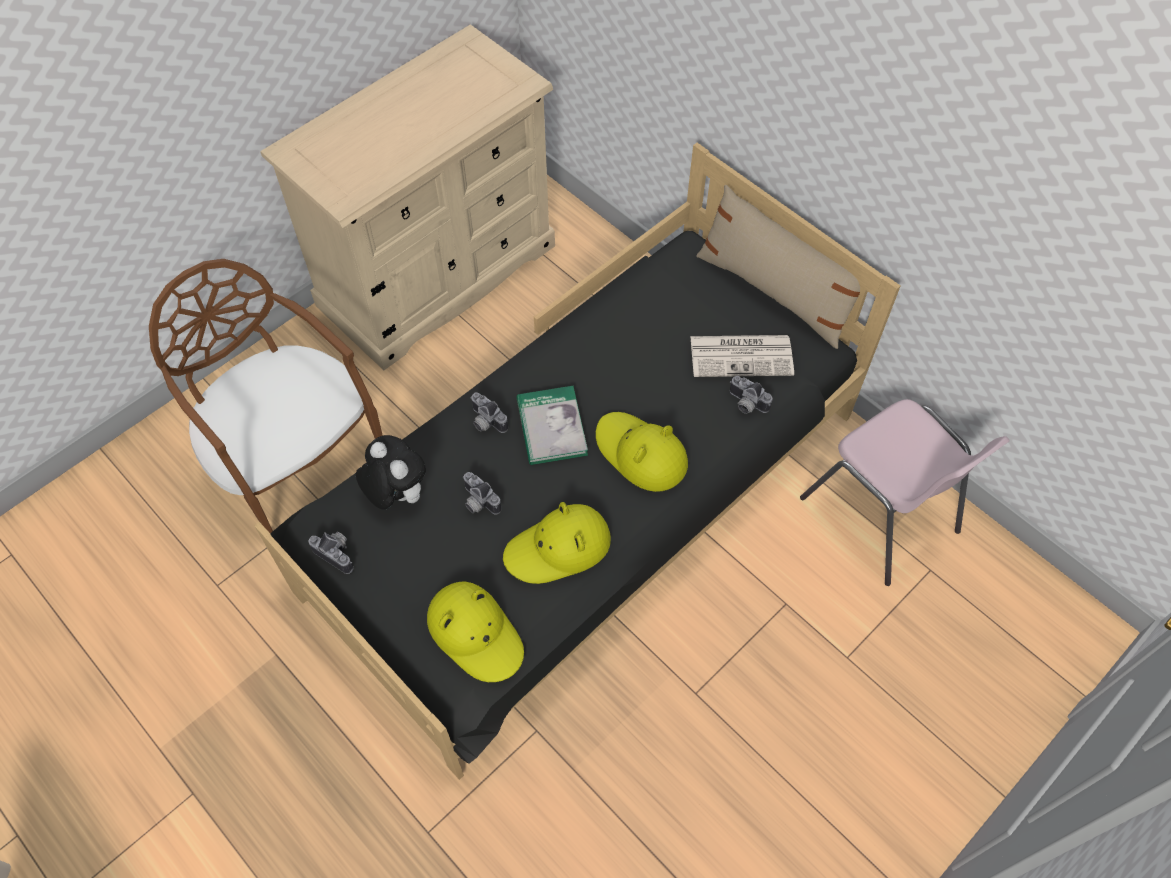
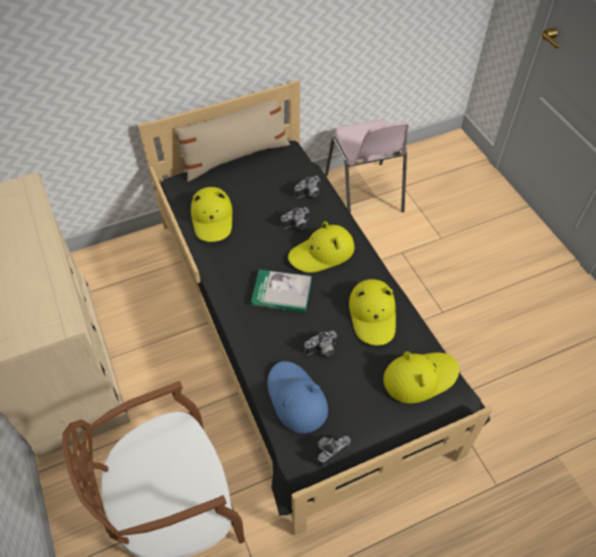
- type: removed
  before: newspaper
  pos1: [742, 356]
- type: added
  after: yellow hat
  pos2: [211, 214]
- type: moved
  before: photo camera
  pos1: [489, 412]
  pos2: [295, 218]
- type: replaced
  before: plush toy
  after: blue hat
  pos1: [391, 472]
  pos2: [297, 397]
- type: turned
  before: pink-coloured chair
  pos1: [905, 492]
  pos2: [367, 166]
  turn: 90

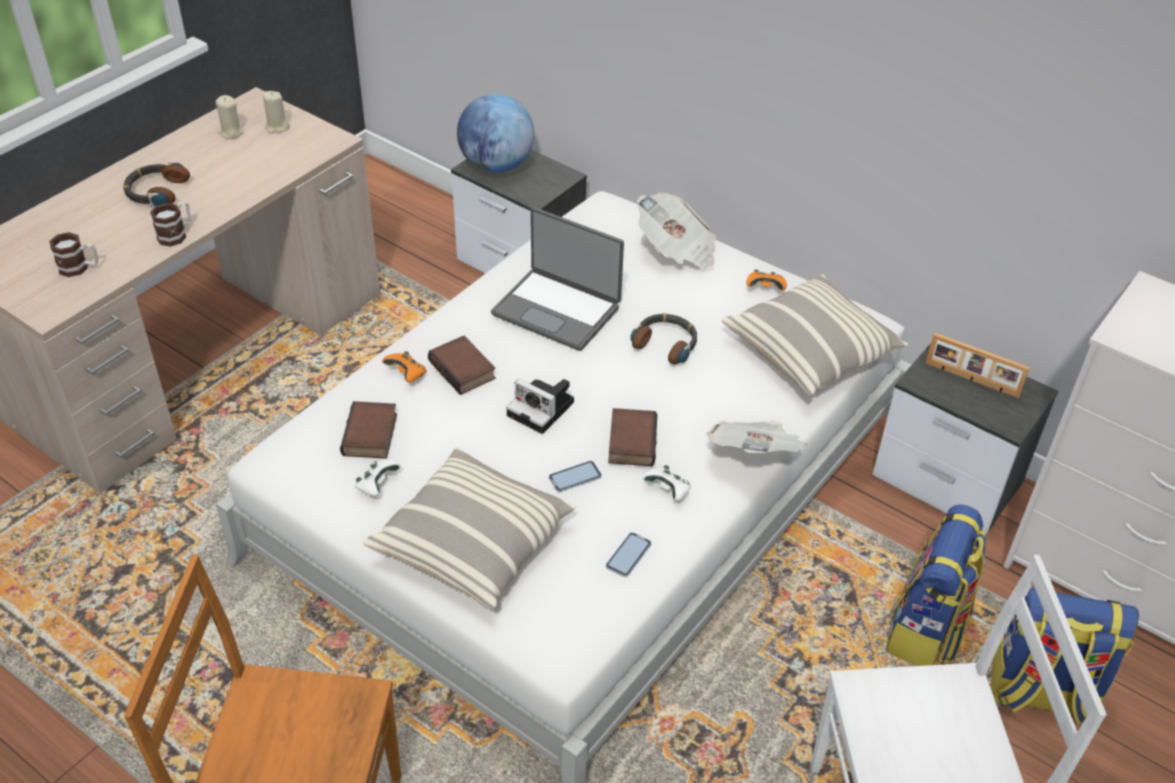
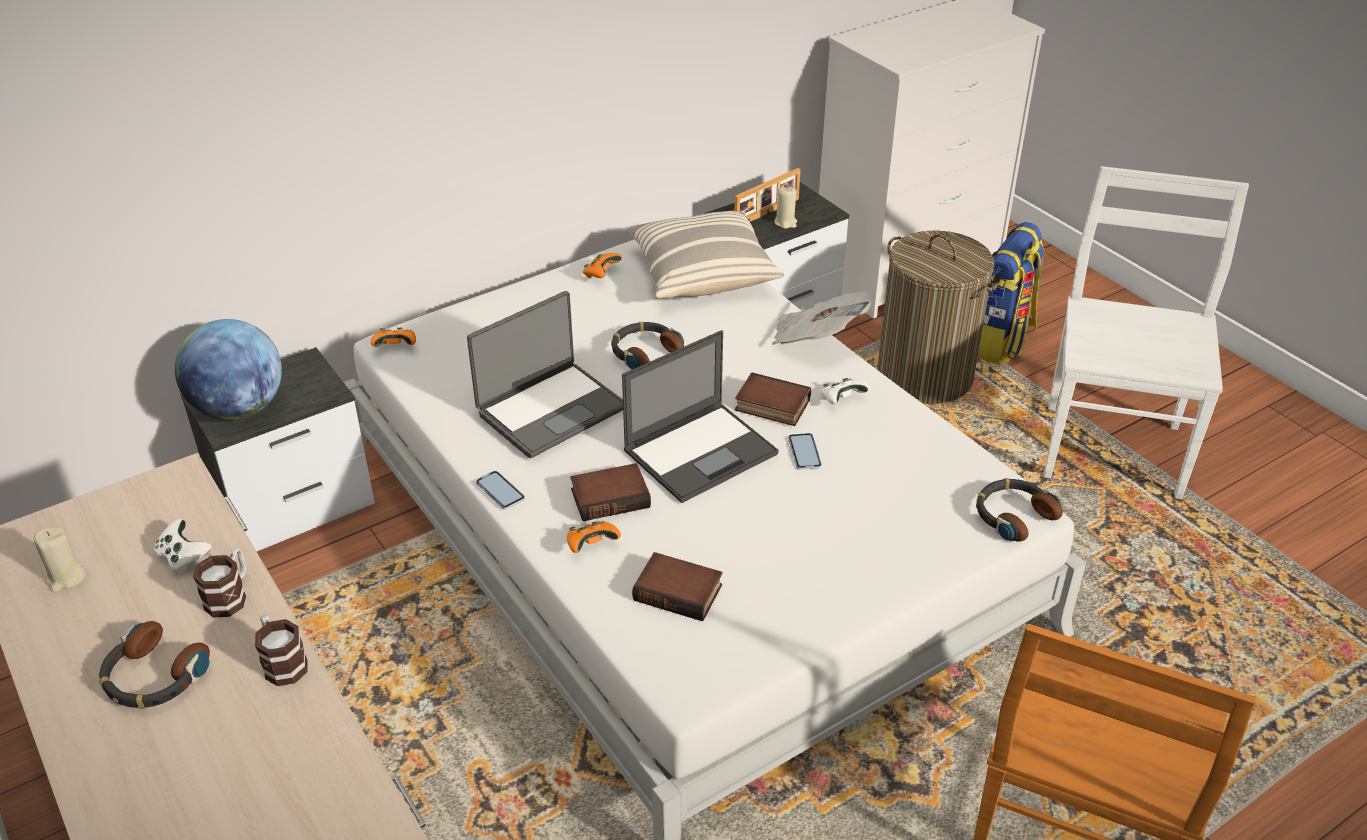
- type: removed
  before: throw pillow
  pos1: [469, 528]
- type: removed
  before: newspaper
  pos1: [676, 232]
- type: added
  after: orange joypad
  pos2: [393, 337]
- type: added
  after: headset
  pos2: [1019, 510]
- type: moved
  before: mug
  pos1: [73, 254]
  pos2: [219, 583]
- type: moved
  before: beige wax candle
  pos1: [276, 112]
  pos2: [785, 207]
- type: moved
  before: white-coloured joypad
  pos1: [377, 478]
  pos2: [182, 546]
- type: moved
  before: handset
  pos1: [628, 554]
  pos2: [500, 490]
- type: replaced
  before: photo camera
  after: notebook computer
  pos1: [540, 406]
  pos2: [700, 416]
- type: replaced
  before: backpack
  after: hamper
  pos1: [936, 585]
  pos2: [937, 317]

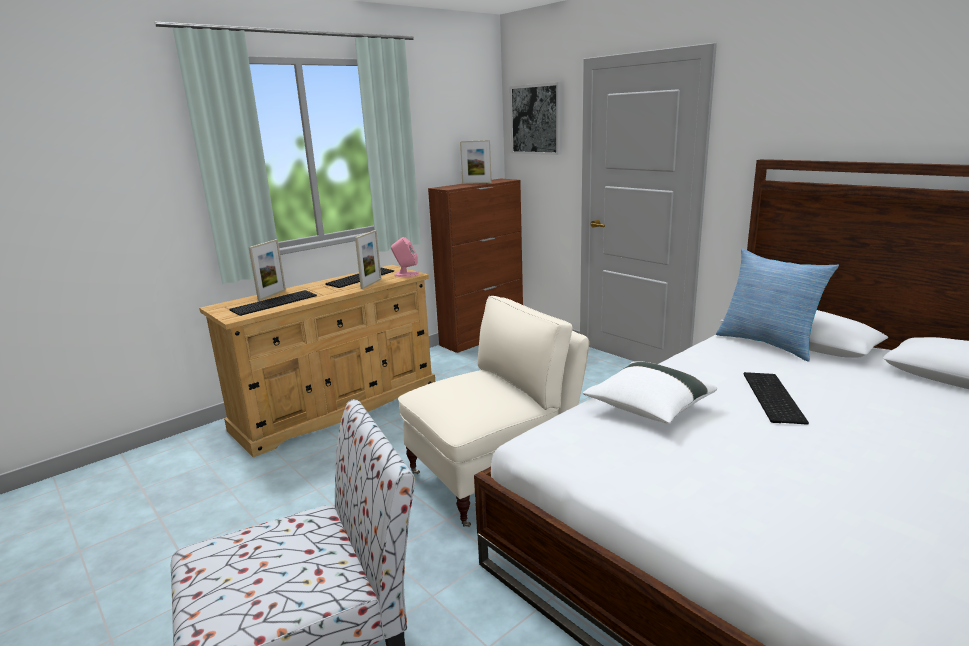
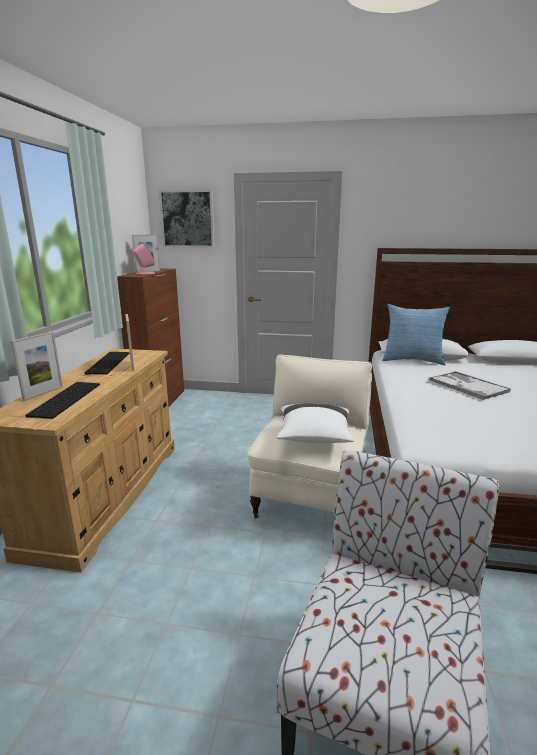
- type: moved
  before: pink-coloured speaker
  pos1: [405, 257]
  pos2: [144, 259]
- type: moved
  before: white-coloured throw pillow
  pos1: [650, 392]
  pos2: [315, 423]
- type: replaced
  before: keyboard
  after: carrying tray
  pos1: [776, 398]
  pos2: [470, 385]
- type: turned
  before: standing frame
  pos1: [267, 270]
  pos2: [37, 366]
  turn: 45

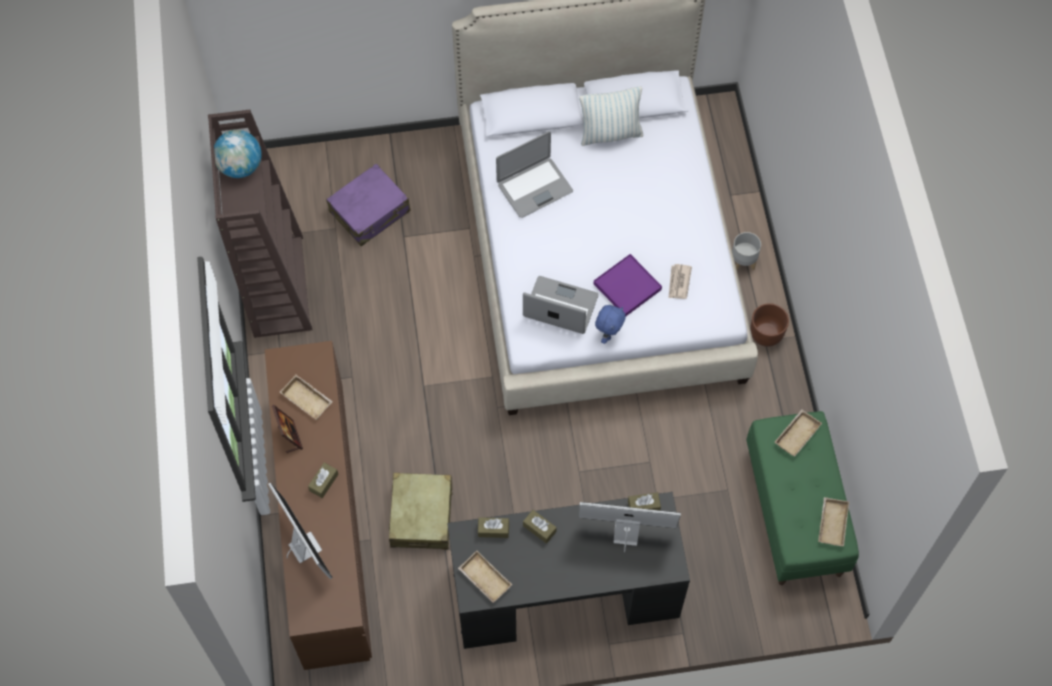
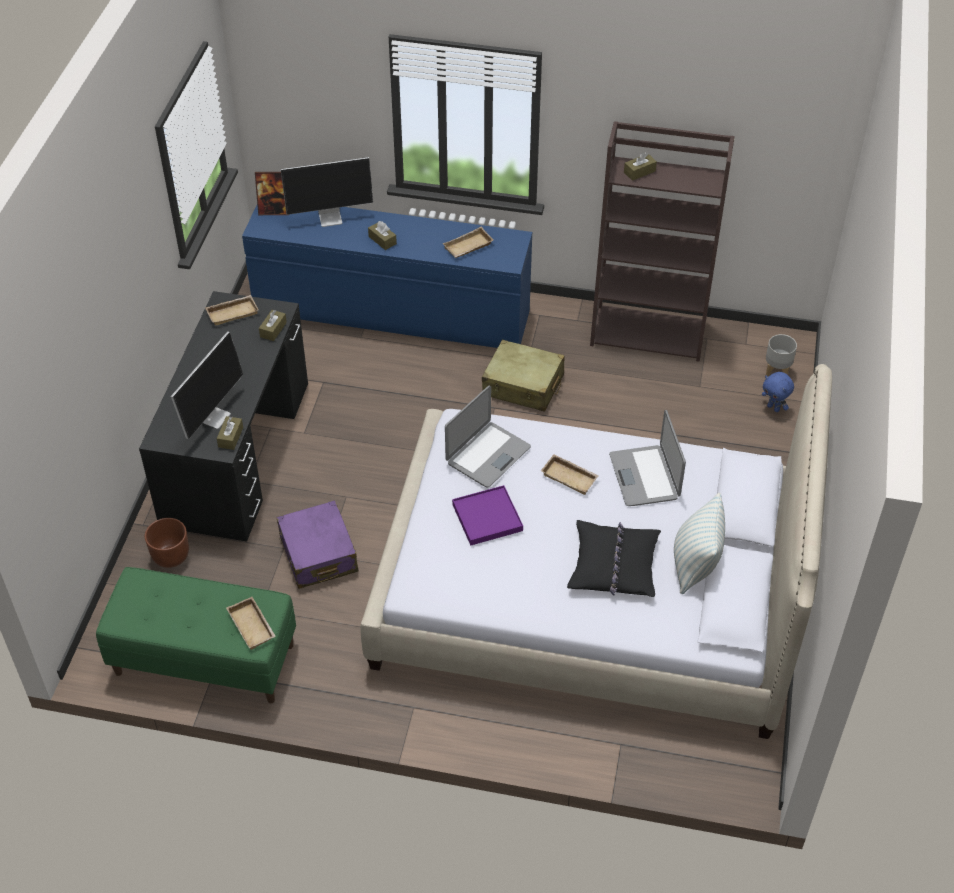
- type: removed
  before: globe
  pos1: [238, 154]
- type: removed
  before: newspaper
  pos1: [680, 281]
- type: added
  after: black-coloured throw pillow
  pos2: [614, 558]
- type: moved
  before: standing frame
  pos1: [287, 429]
  pos2: [271, 193]
- type: moved
  before: purple travel case
  pos1: [368, 205]
  pos2: [317, 544]
- type: moved
  before: beige travel case
  pos1: [421, 511]
  pos2: [523, 376]
- type: moved
  before: brownish box of tissues
  pos1: [540, 526]
  pos2: [640, 166]
- type: moved
  before: blue plush toy
  pos1: [610, 324]
  pos2: [778, 392]
- type: moved
  before: gray plant pot
  pos1: [746, 251]
  pos2: [781, 355]
- type: moved
  before: brownish plant pot
  pos1: [769, 325]
  pos2: [167, 543]
- type: moved
  before: beige carrying tray
  pos1: [833, 521]
  pos2: [570, 474]
- type: recoloured
  before: brownish dresser
  after: blue dresser
  pos1: [318, 505]
  pos2: [387, 276]

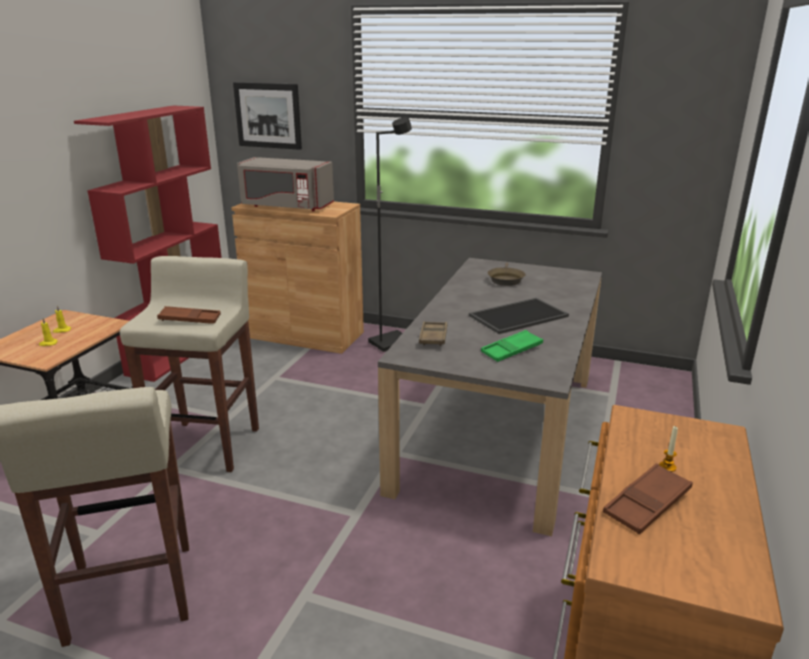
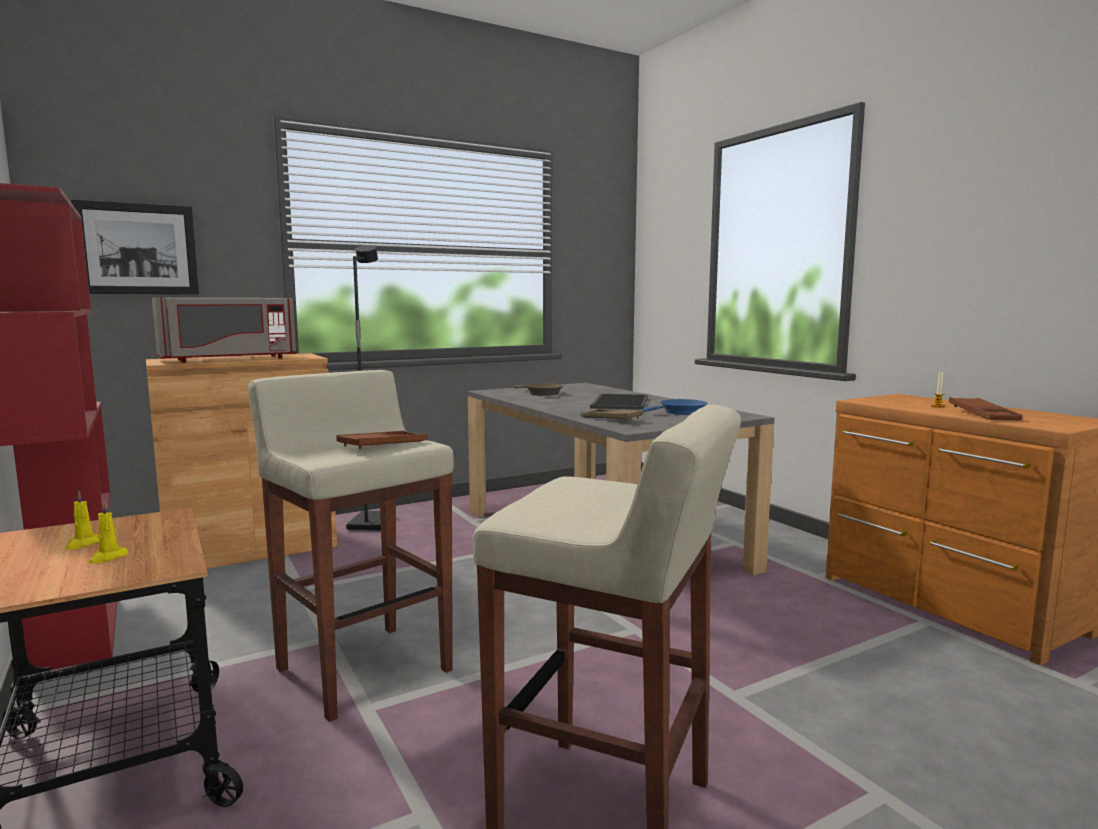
- type: replaced
  before: green-coloured carrying tray
  after: blue frying pan
  pos1: [512, 346]
  pos2: [673, 407]

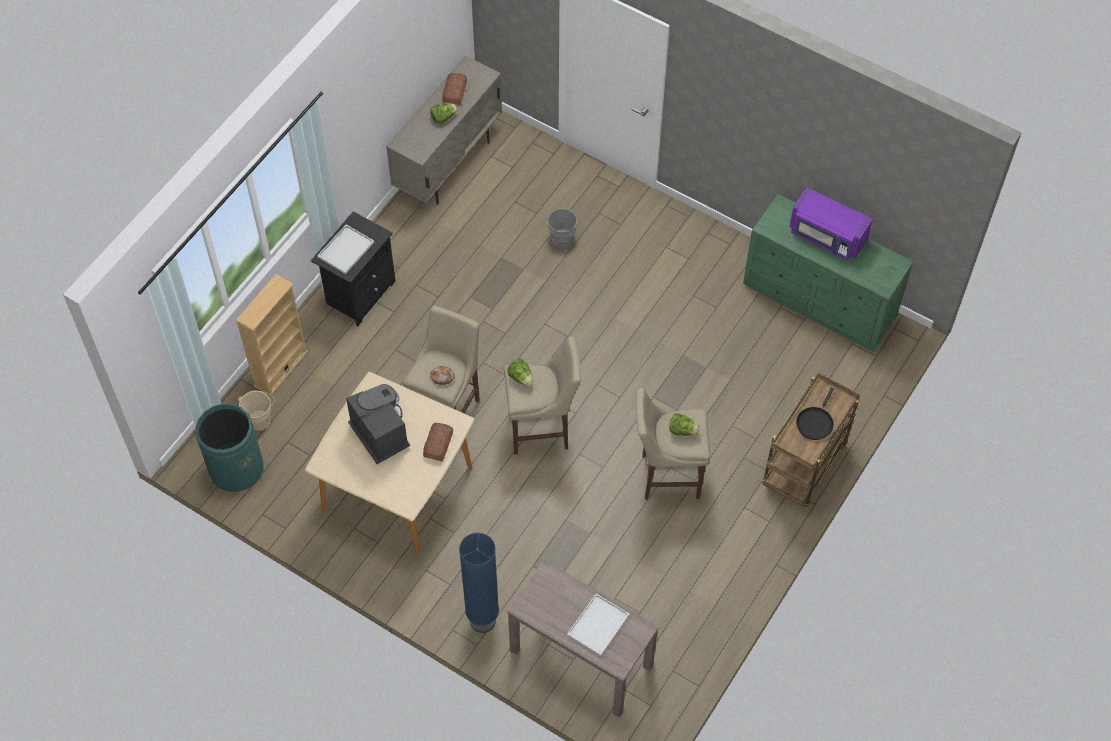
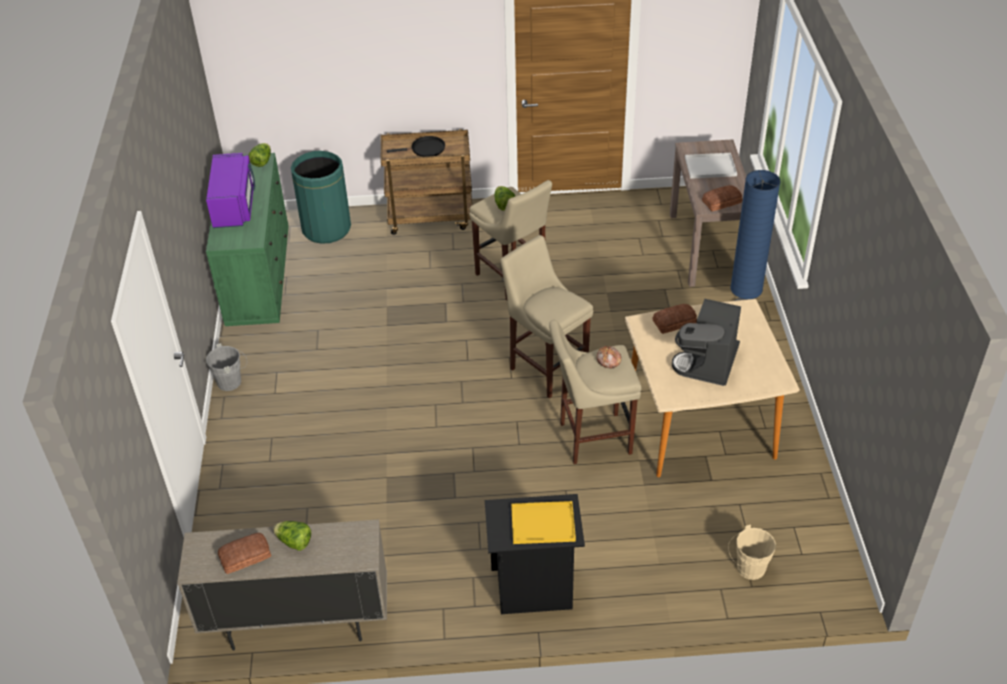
- type: removed
  before: beige bookshelf
  pos1: [271, 335]
- type: added
  after: baked bread
  pos2: [722, 198]
- type: moved
  before: green-coloured waste bin
  pos1: [229, 448]
  pos2: [321, 197]
- type: moved
  before: lettuce head
  pos1: [520, 372]
  pos2: [259, 155]
- type: moved
  before: gray pail
  pos1: [562, 227]
  pos2: [226, 367]
- type: recoloured
  before: white-coloured carrying tray
  after: yellow carrying tray
  pos1: [345, 249]
  pos2: [543, 522]

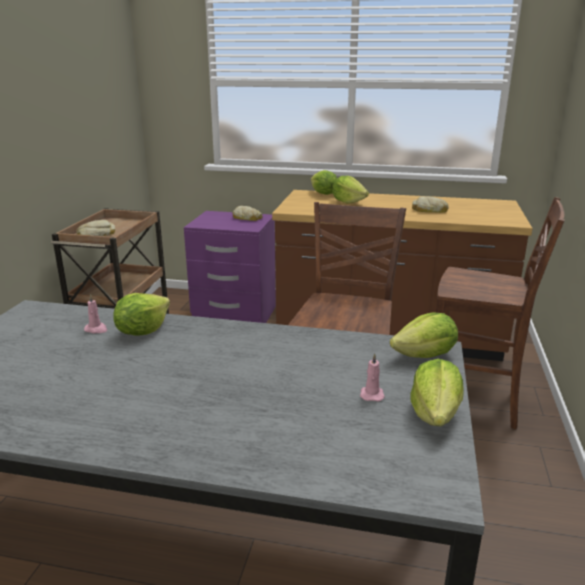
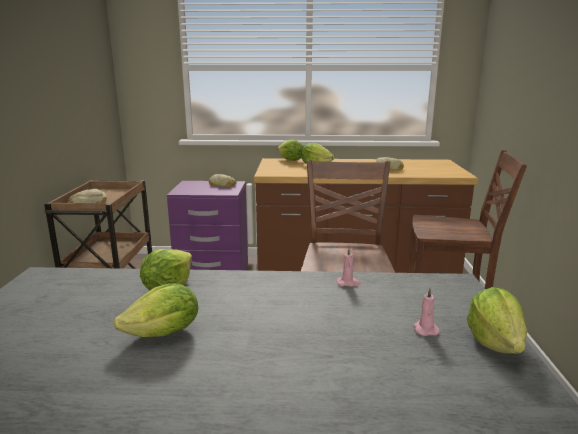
- type: moved
  before: pink-coloured wax candle
  pos1: [95, 313]
  pos2: [349, 267]
- type: moved
  before: lettuce head
  pos1: [424, 335]
  pos2: [156, 310]

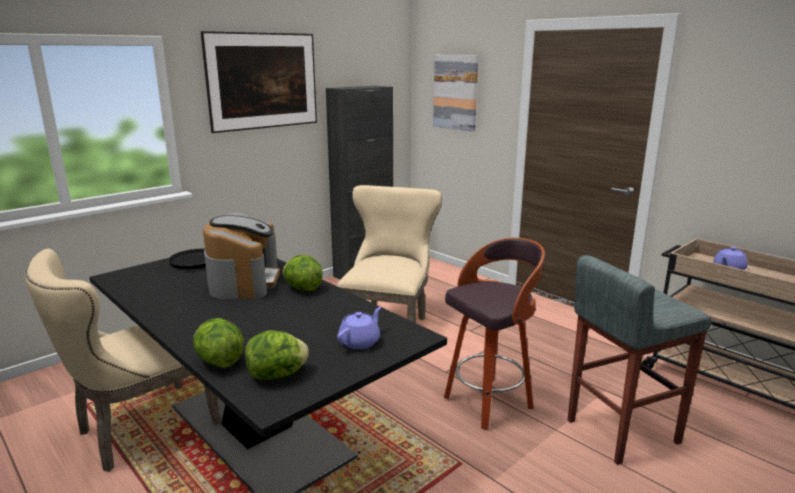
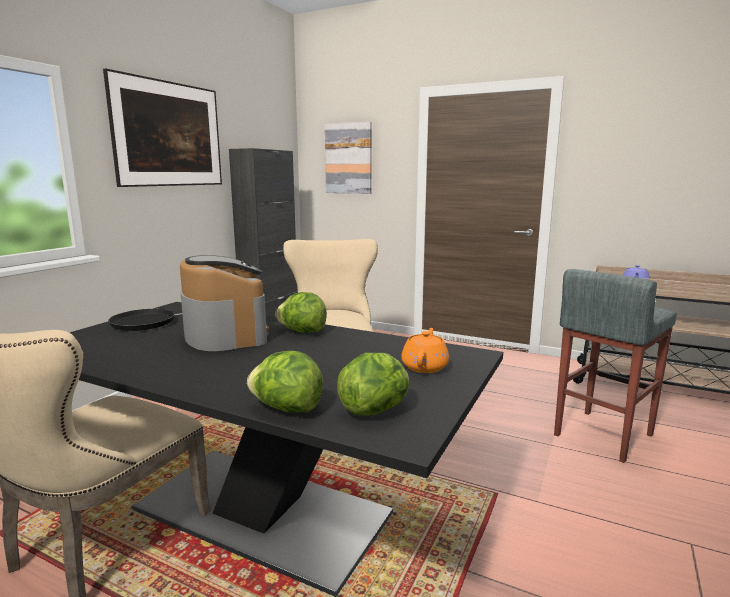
- type: removed
  before: sitting stool
  pos1: [494, 334]
- type: recoloured
  before: purple teapot
  after: orange teapot
  pos1: [359, 328]
  pos2: [425, 350]

